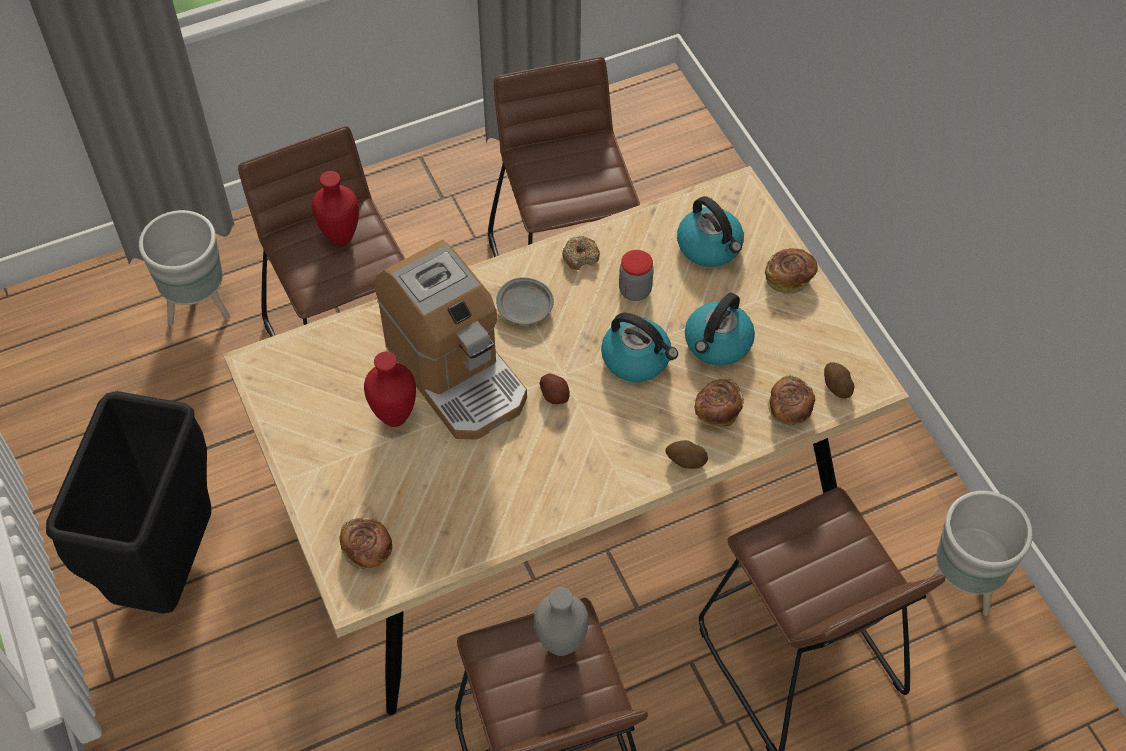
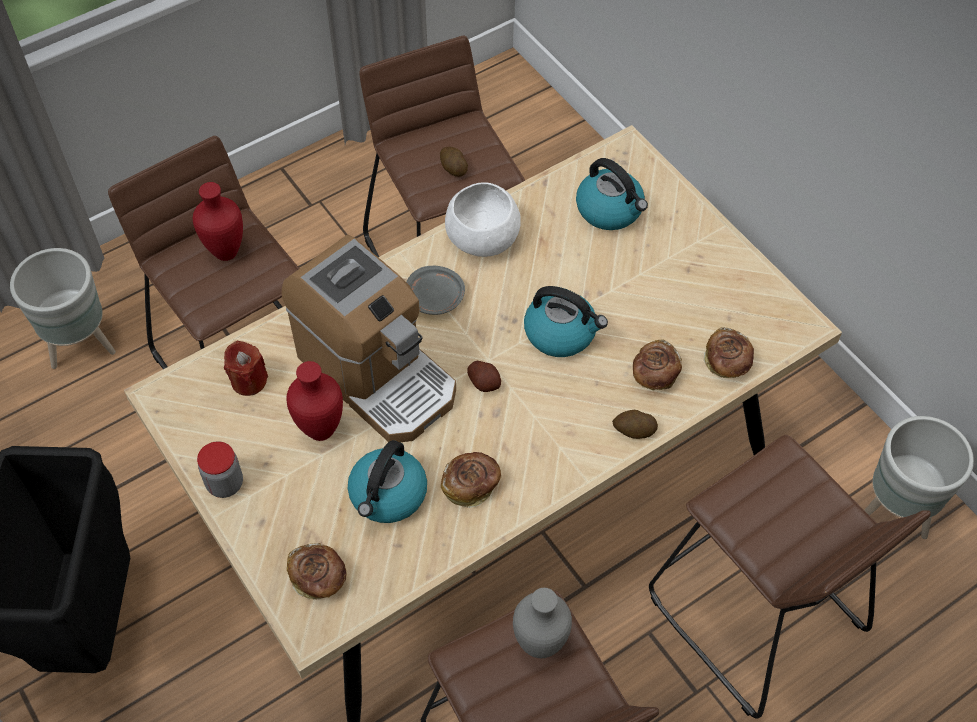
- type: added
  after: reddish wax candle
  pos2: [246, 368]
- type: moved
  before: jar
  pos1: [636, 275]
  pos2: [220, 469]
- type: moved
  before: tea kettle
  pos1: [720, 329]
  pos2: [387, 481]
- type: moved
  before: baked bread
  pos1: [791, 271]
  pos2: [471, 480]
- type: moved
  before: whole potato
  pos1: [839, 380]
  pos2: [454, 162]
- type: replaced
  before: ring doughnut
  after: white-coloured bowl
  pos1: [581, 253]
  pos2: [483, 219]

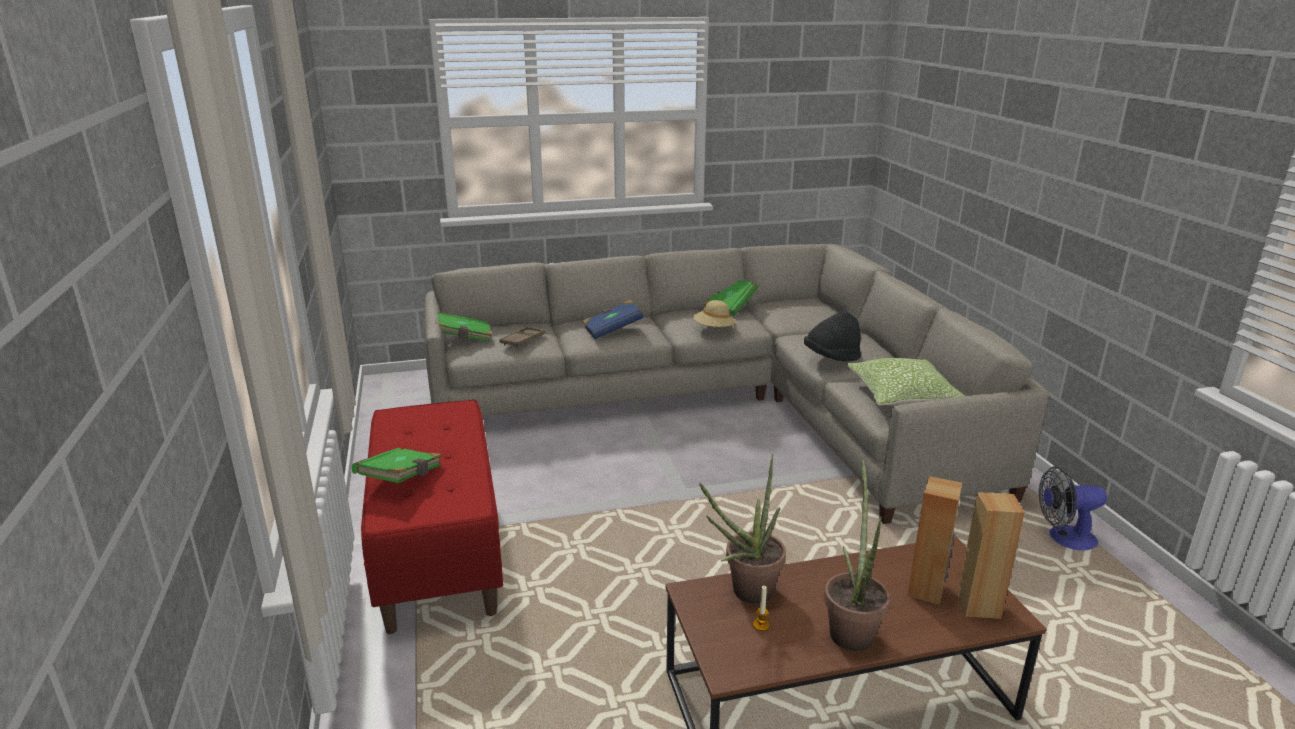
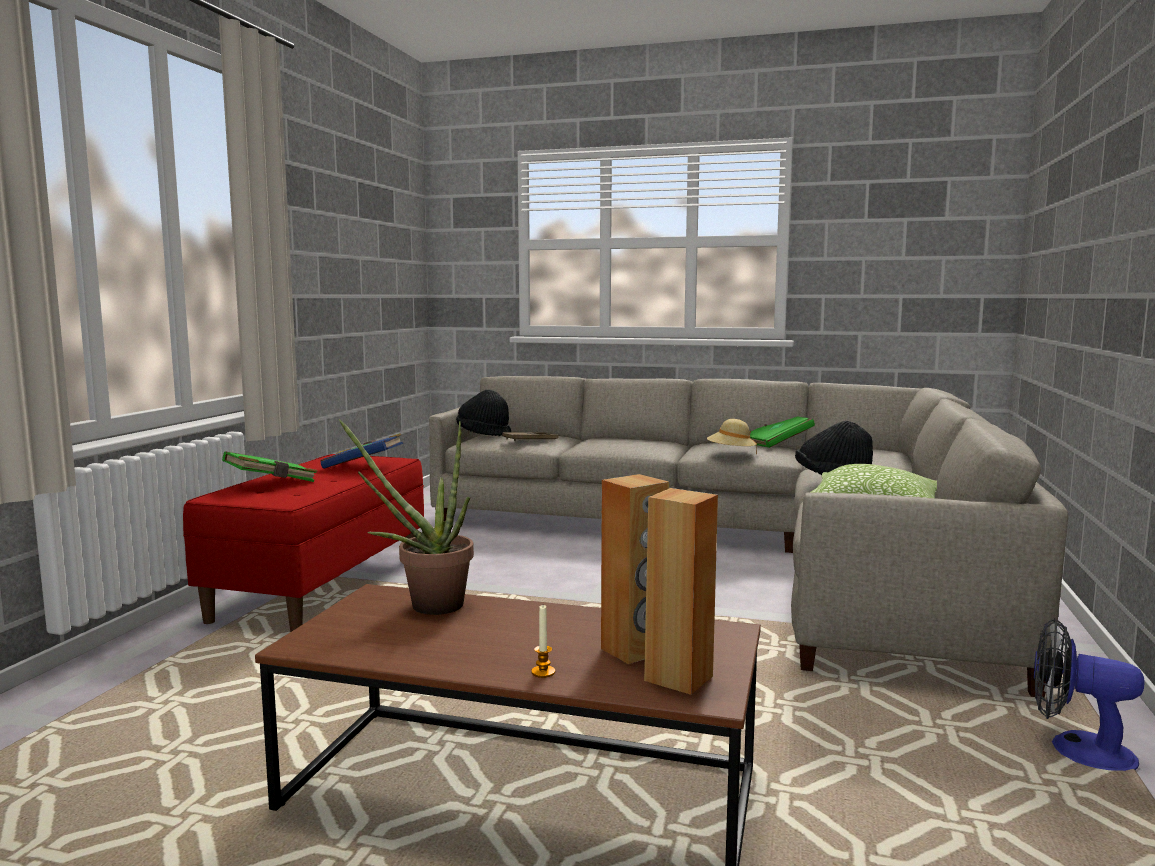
- type: removed
  before: potted plant
  pos1: [857, 554]
- type: moved
  before: blue bound book
  pos1: [613, 319]
  pos2: [361, 451]
- type: moved
  before: wax candle
  pos1: [761, 608]
  pos2: [543, 641]
- type: replaced
  before: green-coloured bound book
  after: black-coloured hat
  pos1: [463, 327]
  pos2: [483, 413]

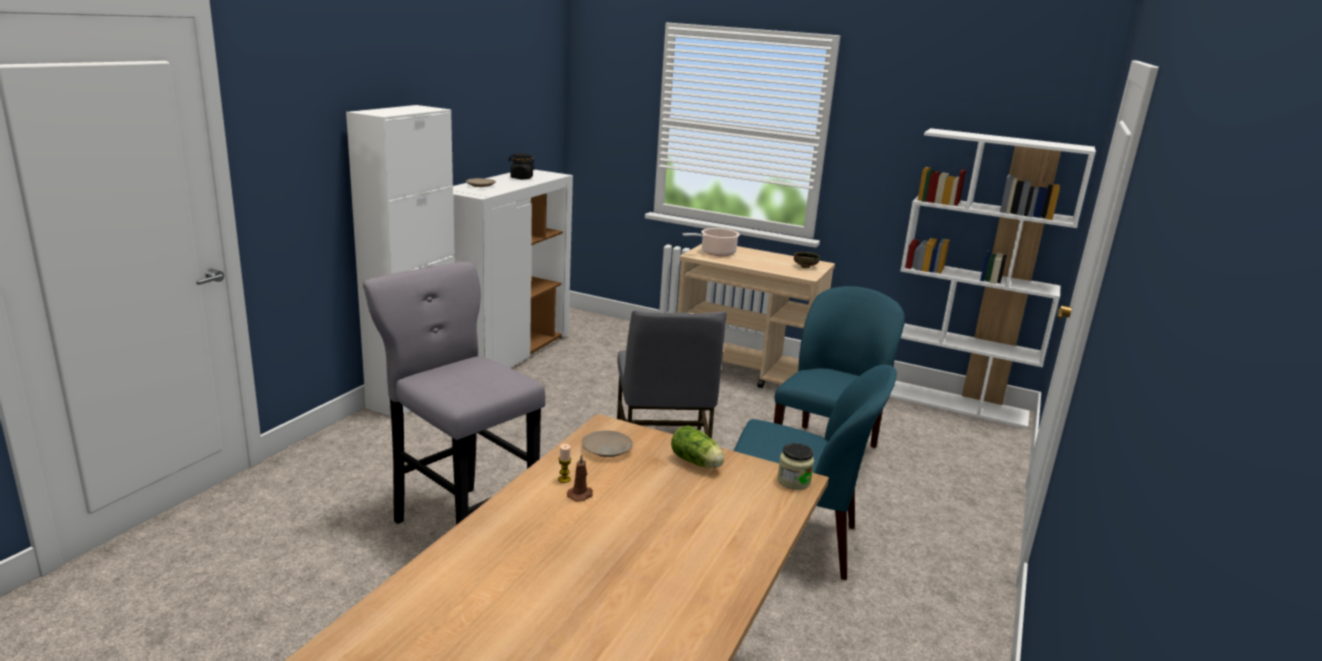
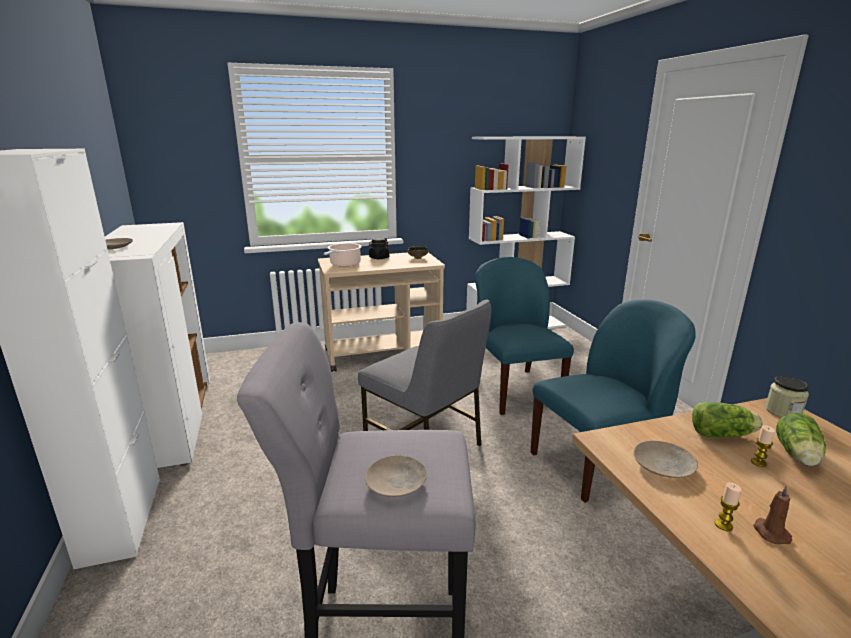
- type: added
  after: beige flat dish
  pos2: [396, 476]
- type: added
  after: wax candle
  pos2: [763, 446]
- type: added
  after: lettuce head
  pos2: [801, 439]
- type: moved
  before: black-coloured jar
  pos1: [521, 166]
  pos2: [379, 248]

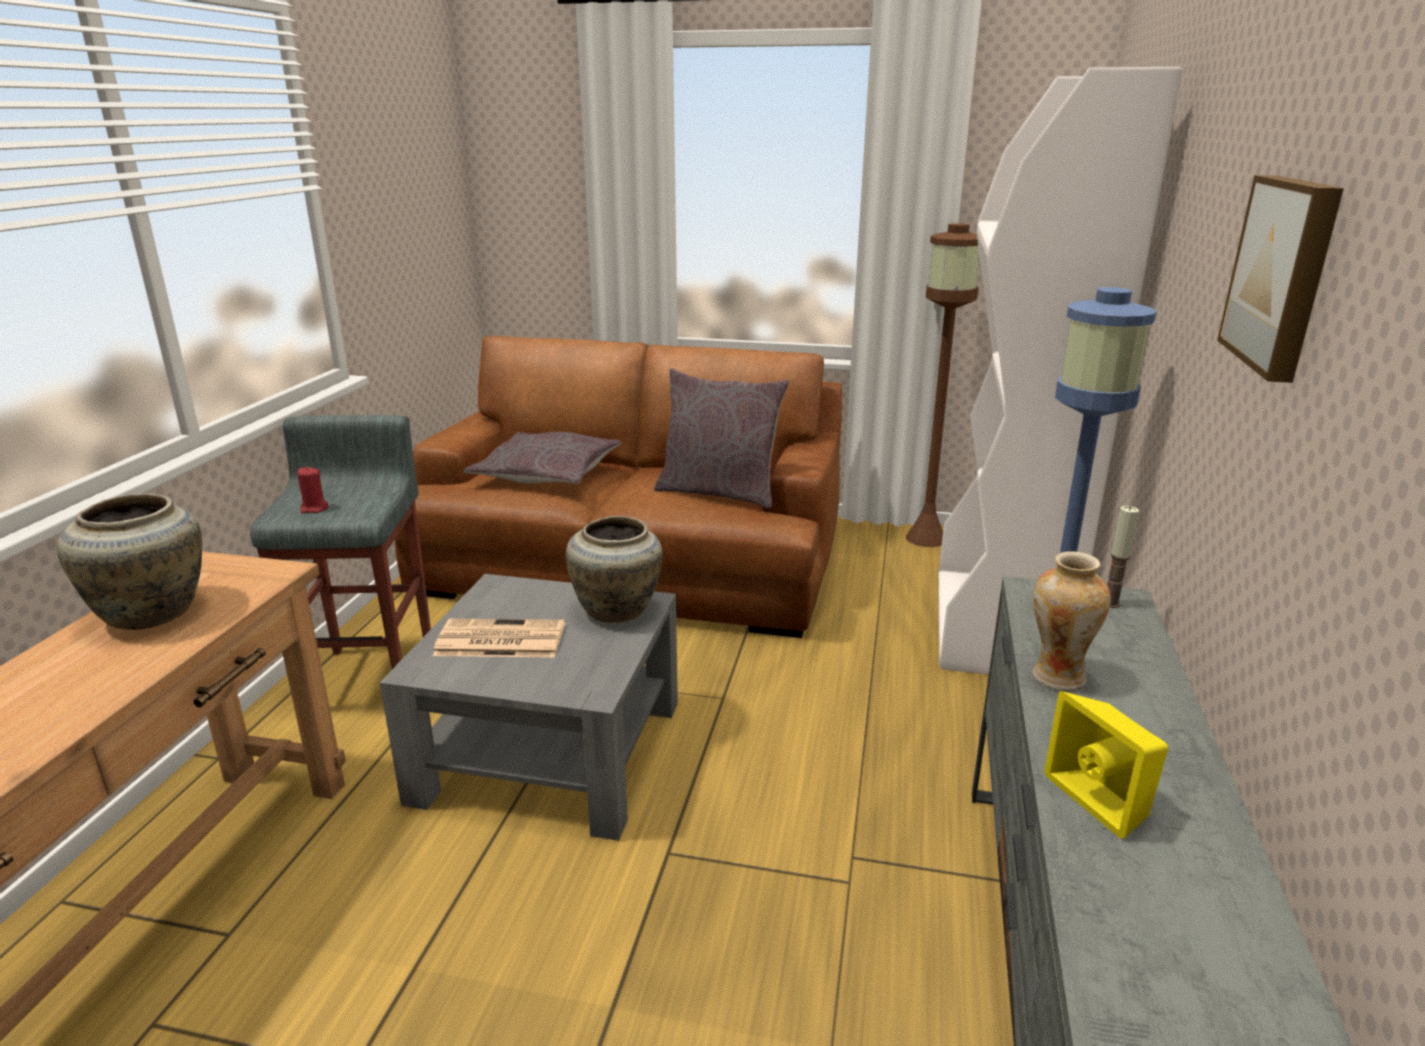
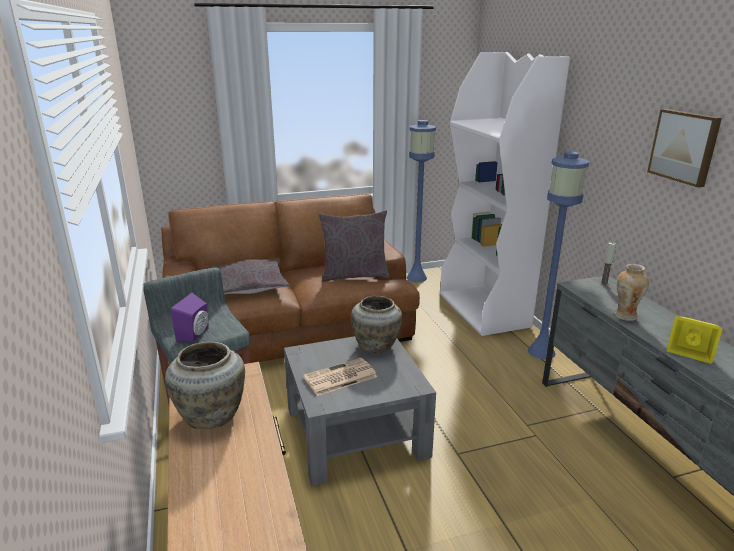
- type: replaced
  before: reddish wax candle
  after: purple speaker
  pos1: [312, 490]
  pos2: [190, 317]
- type: recoloured
  before: brownish standard lamp
  after: blue standard lamp
  pos1: [943, 385]
  pos2: [421, 201]

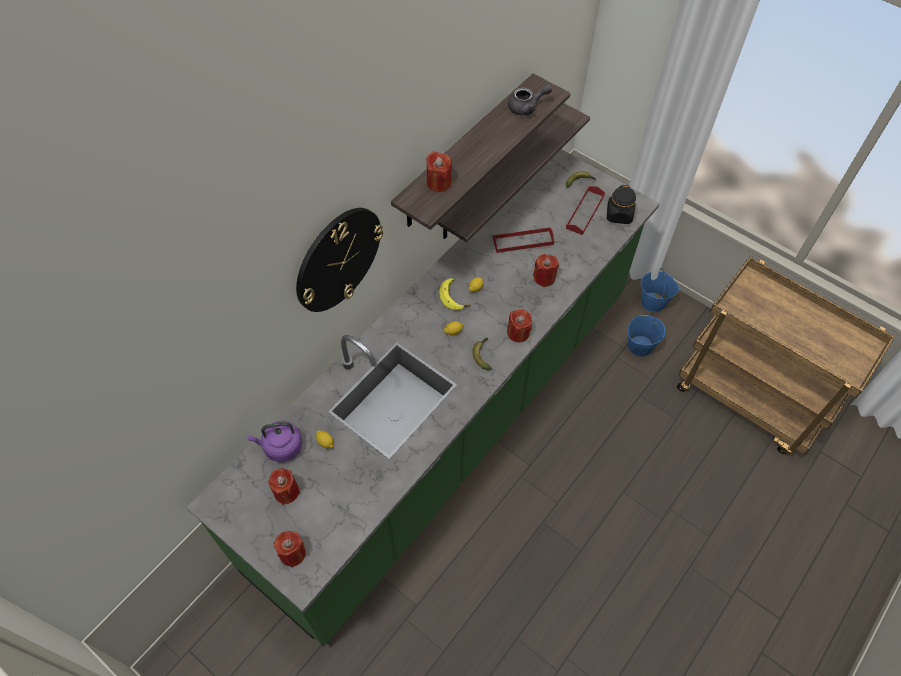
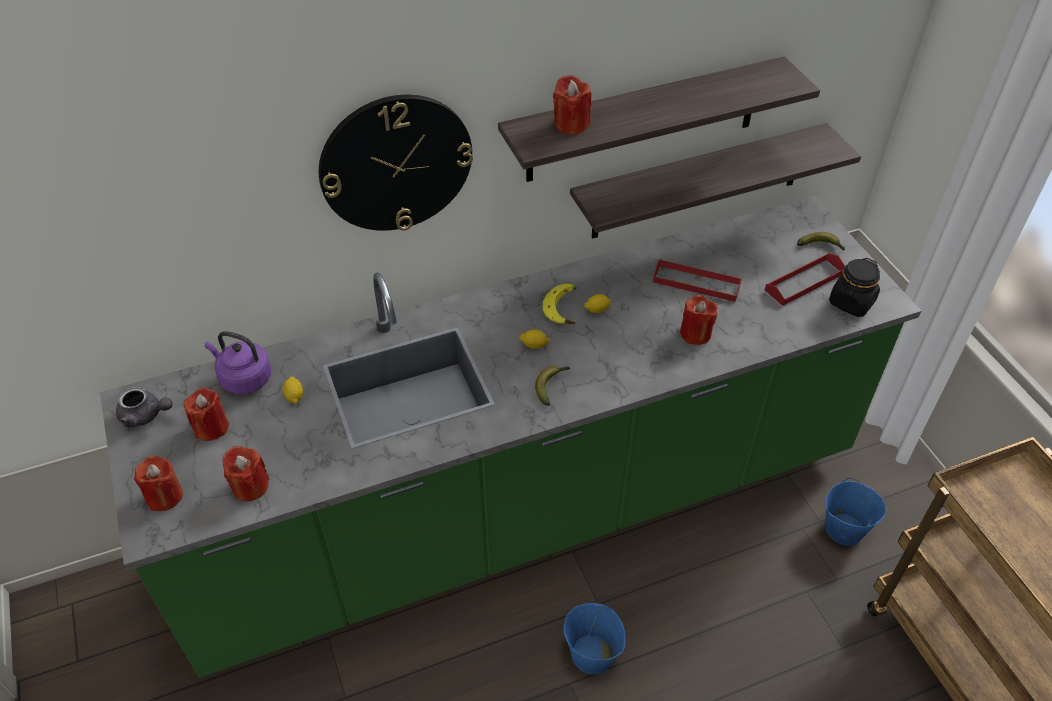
- type: moved
  before: reddish wax candle
  pos1: [519, 325]
  pos2: [246, 473]
- type: moved
  before: gray teapot
  pos1: [530, 99]
  pos2: [144, 407]
- type: moved
  before: blue pail
  pos1: [659, 290]
  pos2: [594, 638]

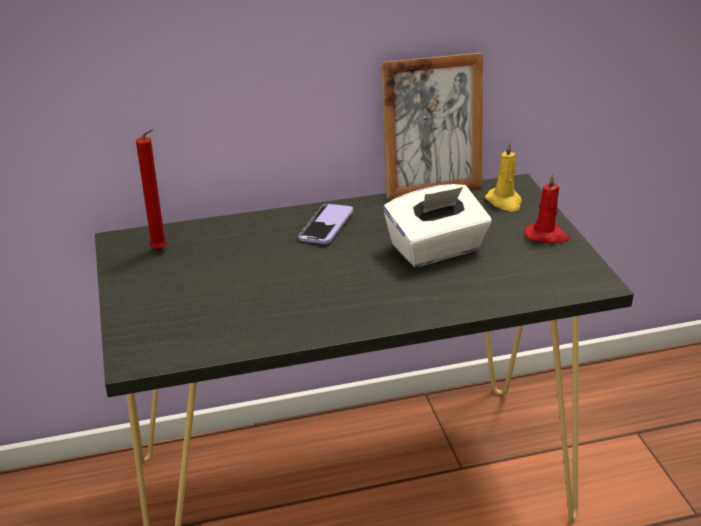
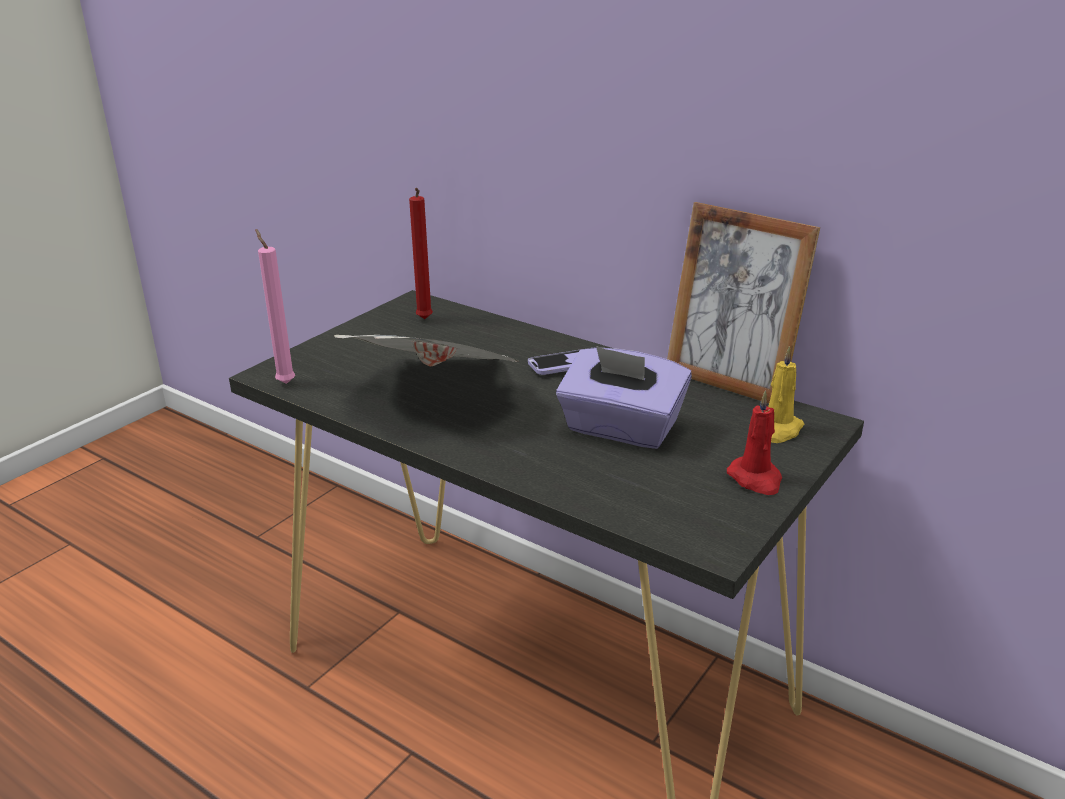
- type: added
  after: pink-coloured wax candle
  pos2: [275, 306]
- type: added
  after: newspaper
  pos2: [426, 350]
- type: recoloured
  before: white-coloured box of tissues
  after: purple box of tissues
  pos1: [437, 225]
  pos2: [624, 397]

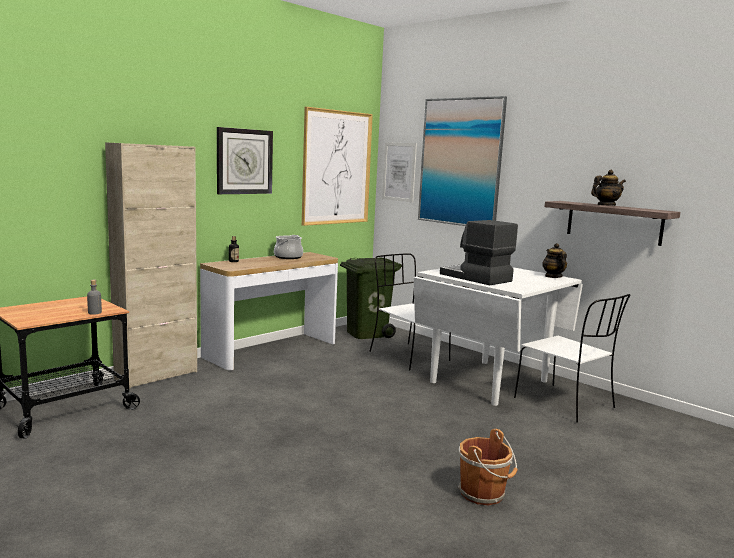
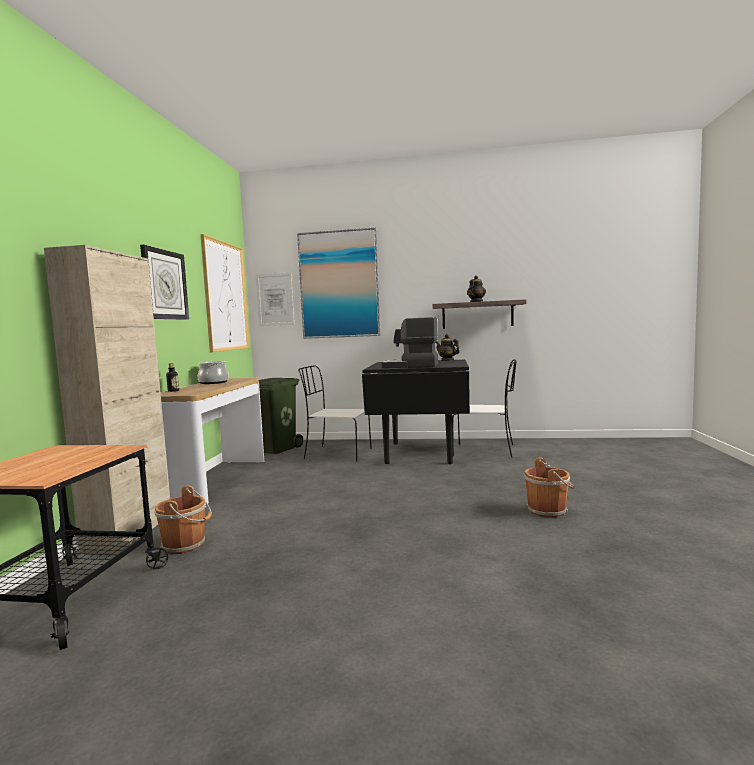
- type: removed
  before: gray drink bottle
  pos1: [94, 297]
- type: added
  after: brownish pail
  pos2: [183, 520]
- type: recoloured
  before: white-coloured kitchen table
  after: black-coloured kitchen table
  pos1: [498, 336]
  pos2: [416, 412]

